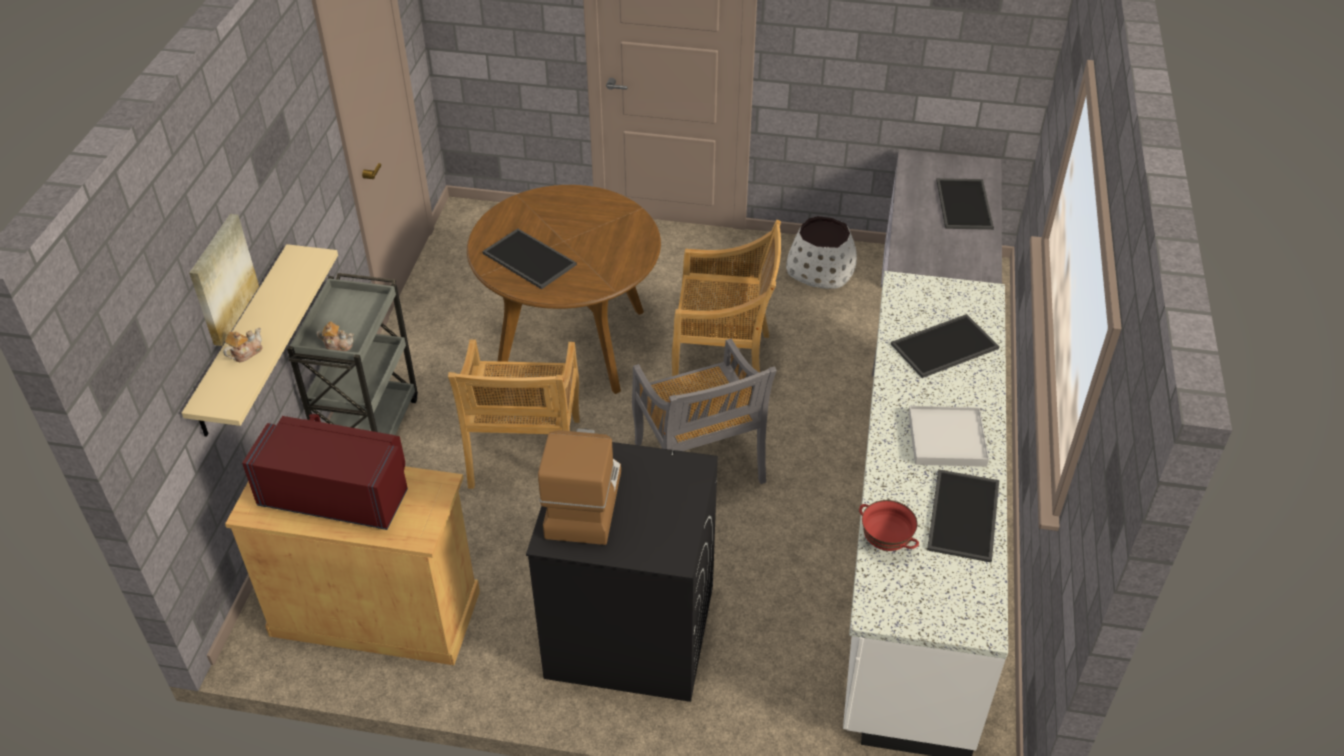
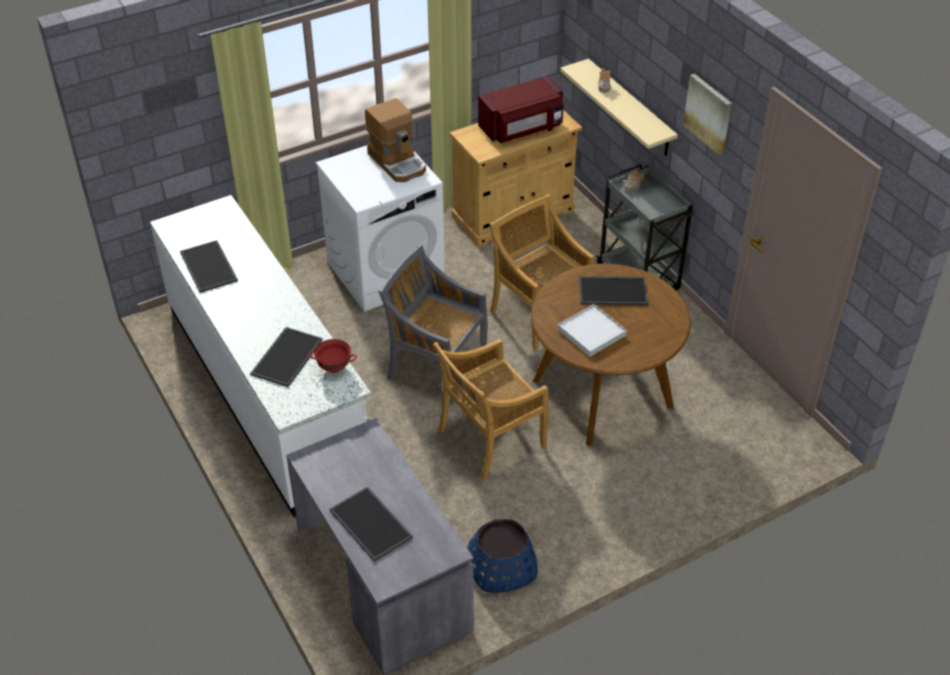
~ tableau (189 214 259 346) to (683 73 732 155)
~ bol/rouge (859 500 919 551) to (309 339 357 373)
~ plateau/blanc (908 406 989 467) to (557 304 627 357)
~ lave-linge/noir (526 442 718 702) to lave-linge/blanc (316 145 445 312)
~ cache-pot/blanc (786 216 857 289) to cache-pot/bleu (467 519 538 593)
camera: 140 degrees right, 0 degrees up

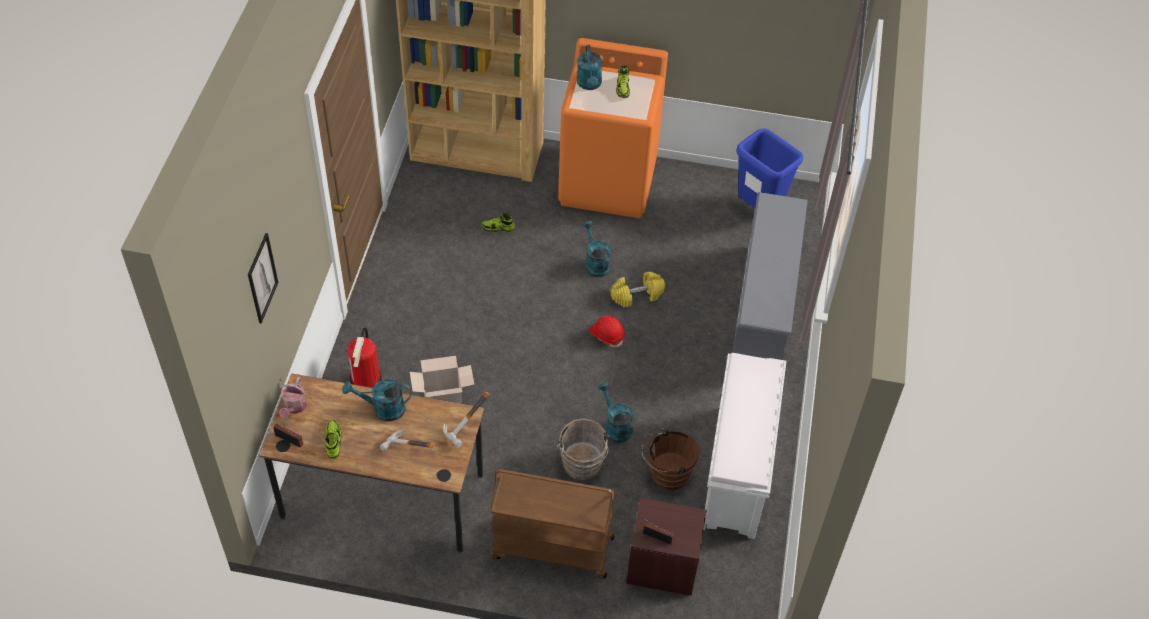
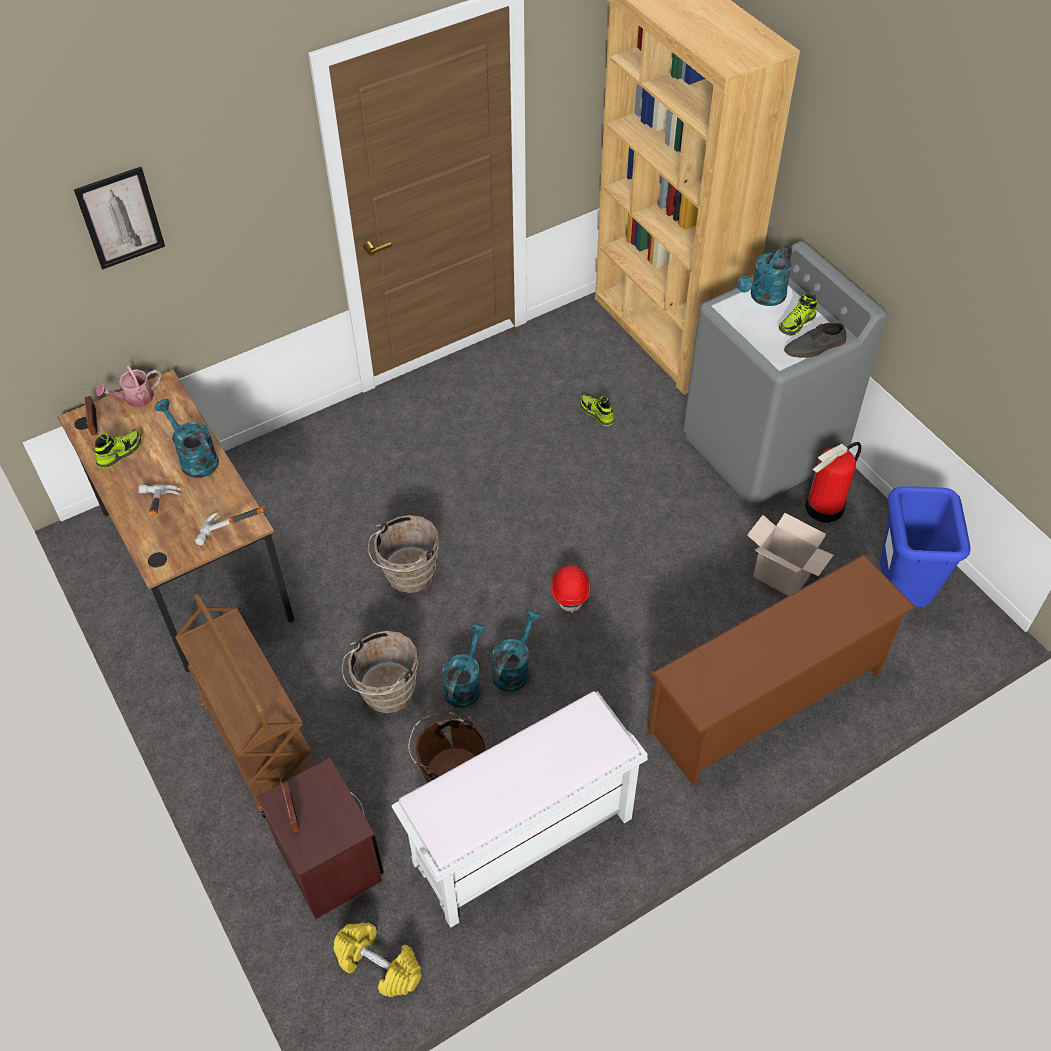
+ seau/marron (368 515 439 593)
+ chaussure/gris (784 323 846 358)
~ extincteur (347 328 382 388) to (805 442 862 523)
~ carton (410 356 475 404) to (747 513 834 596)
~ arrosoir/turquoise (583 221 611 277) to (492 610 540 692)
~ haltère/jaune (610 272 665 307) to (333 923 421 997)
~ lave-linge/orange (558 38 668 218) to lave-linge/gris (683 241 887 507)
~ étagère à chaussures/gris (732 192 808 360) to étagère à chaussures/marron (648 554 915 786)
camera: 50 degrees right, 0 degrees up

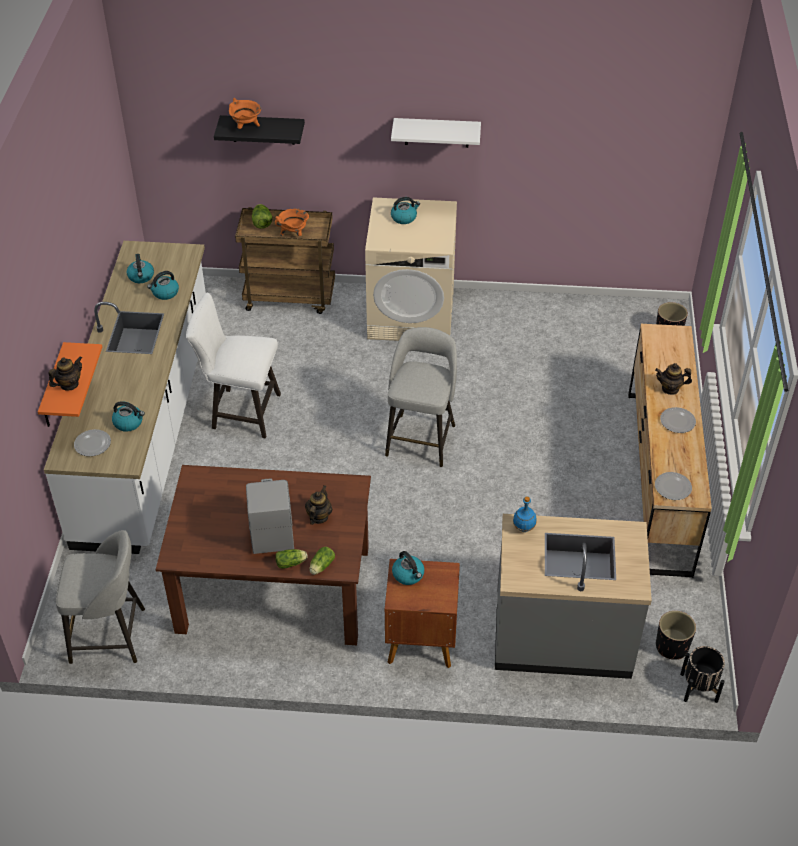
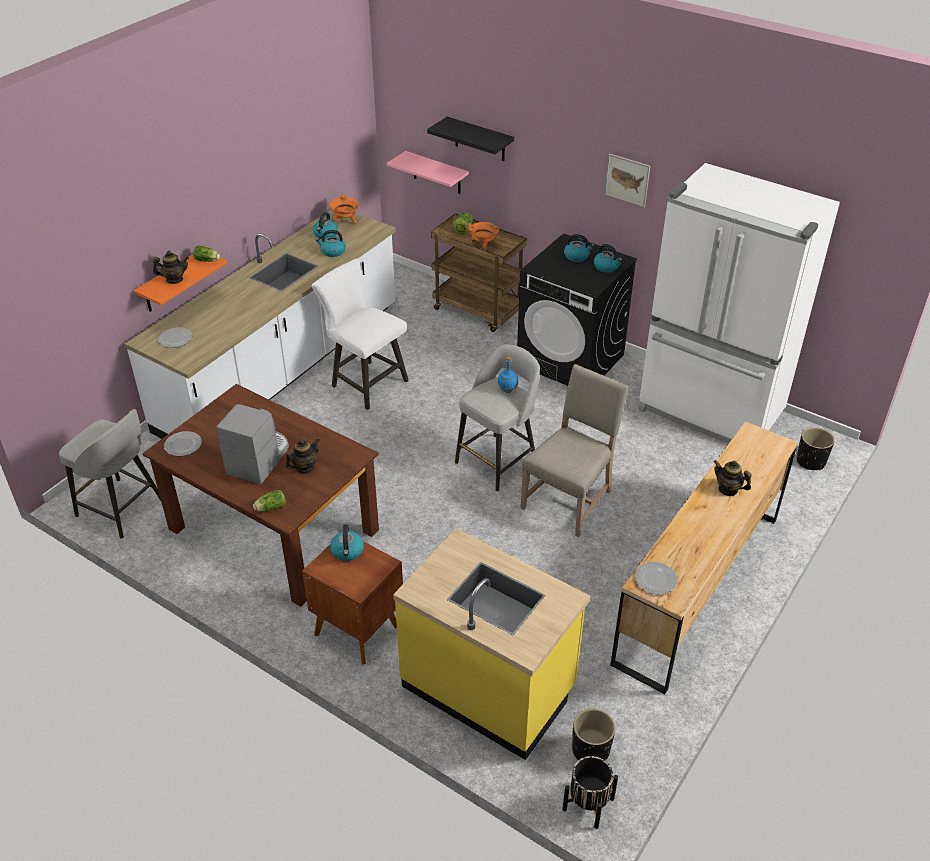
+ étagère/rose (387 151 469 194)
+ chaise/beige (520 364 629 537)
+ réfrigérateur/blanc (638 163 840 444)
~ bouilloire (112 401 145 432) to (594 244 622 273)
~ marmite/orange (229 98 261 129) to (329 194 359 224)
~ laitue (275 549 308 569) to (193 245 220 262)
~ bouteille/bleu (513 496 537 532) to (498 356 518 393)
~ assiette (660 407 696 433) to (164 431 202 456)
~ étagère/blanc (391 118 481 148) to tableau (605 154 650 207)
~ lave-linge/beige (365 197 457 341) to lave-linge/noir (517 233 637 386)
~ comptoir de cuisine/gris (495 514 652 679) to comptoir de cuisine/jaune (393 528 590 760)
camera: 30 degrees right, 5 degrees down

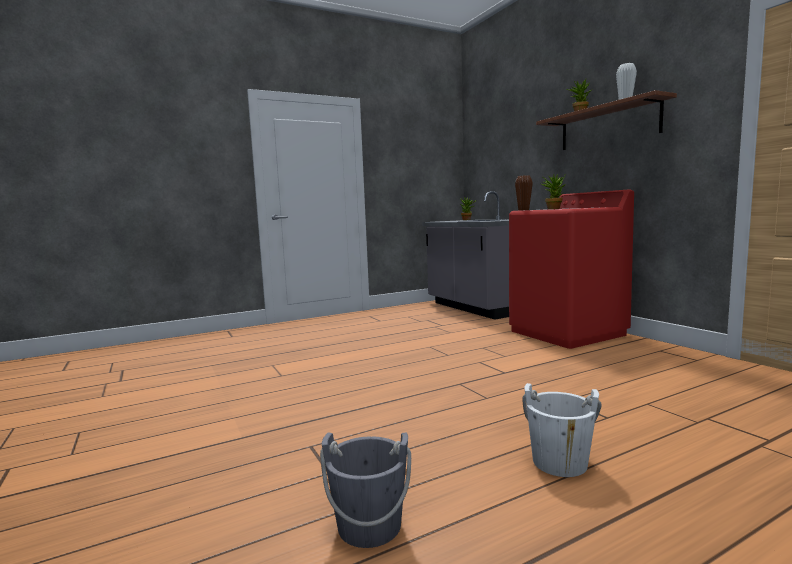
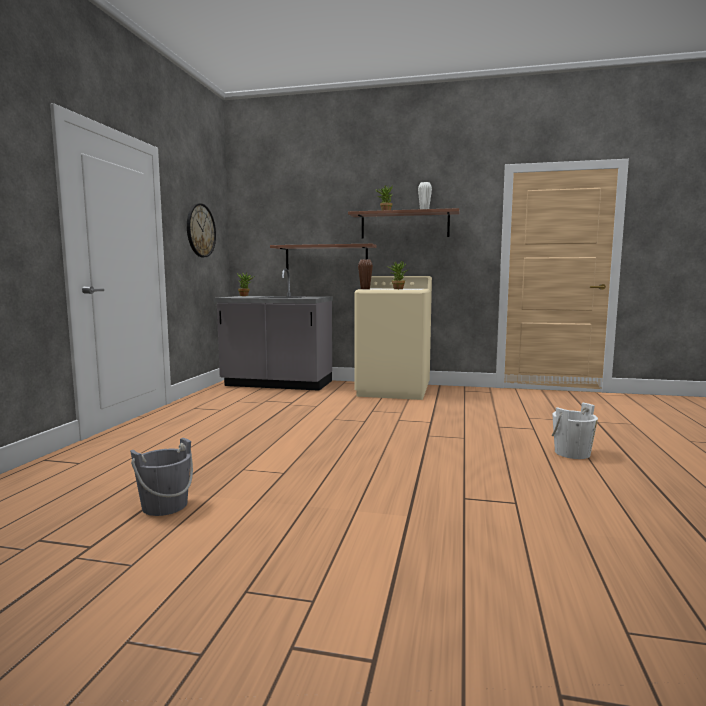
+ horloge murale (187 203 216 257)
+ étagère (270 244 377 269)
~ seau/gris (320 432 411 548) to (130 438 193 516)
~ lave-linge/rouge (509 190 634 349) to lave-linge/beige (354 276 432 400)
camera: 50 degrees left, 0 degrees up

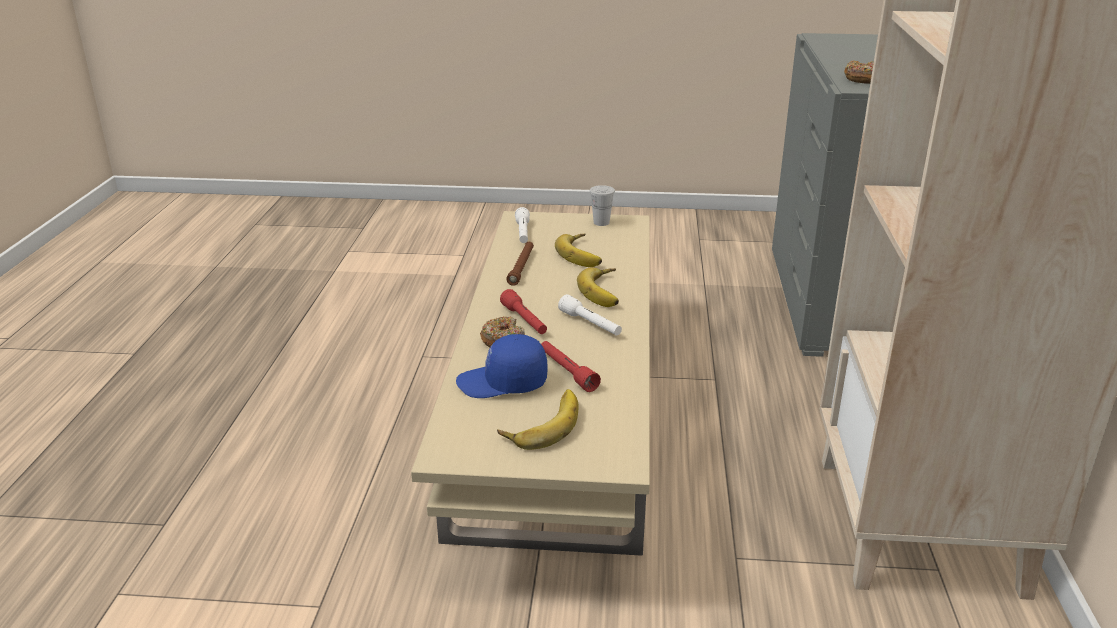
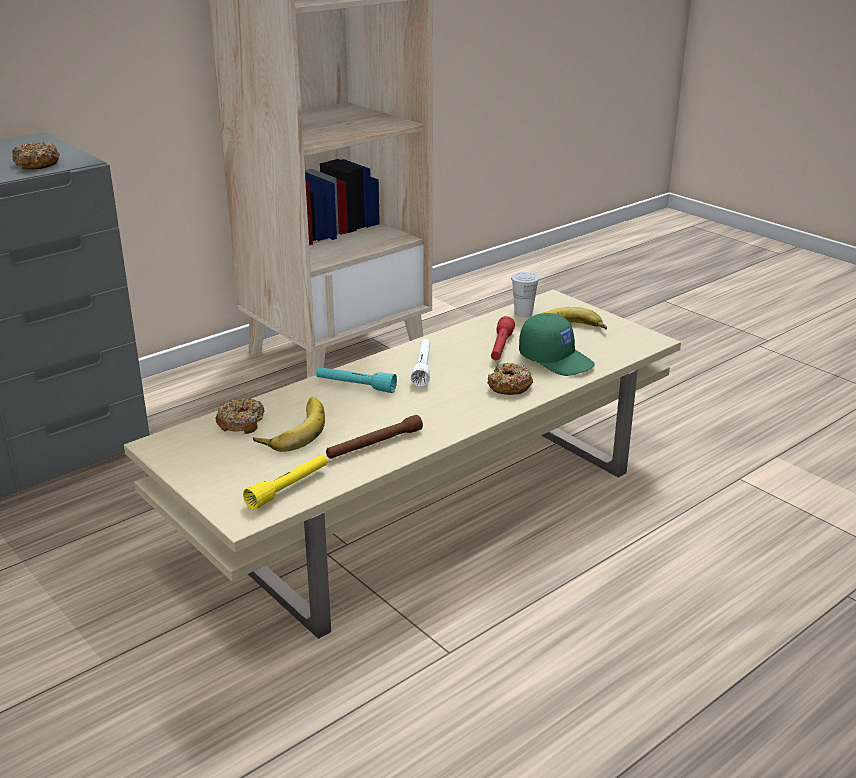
- lampe de poche/rouge (500 289 547 334)
+ beignet (216 398 265 434)
~ tasse/blanc (590 185 615 226) to (511 272 539 317)
~ banane (577 267 619 307) to lampe de poche/turquoise (316 367 397 393)
~ casquette/bleu (456 334 548 398) to casquette/vert (519 313 595 376)
~ lampe de poche/blanc (515 207 530 243) to lampe de poche/jaune (243 455 327 510)
camera: 135 degrees left, 0 degrees up

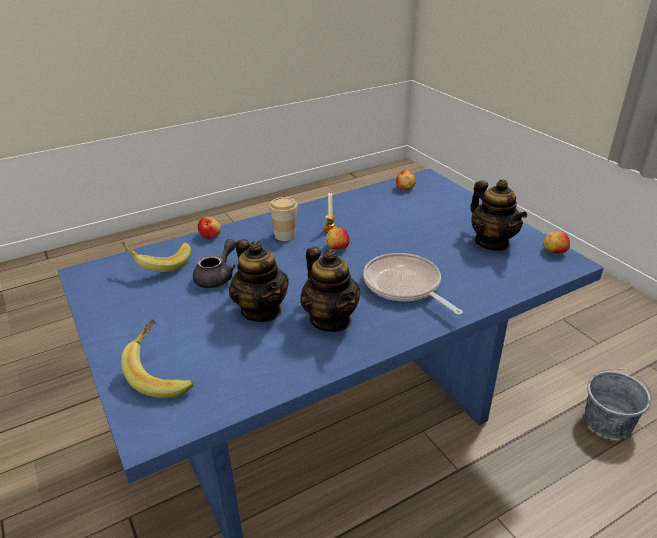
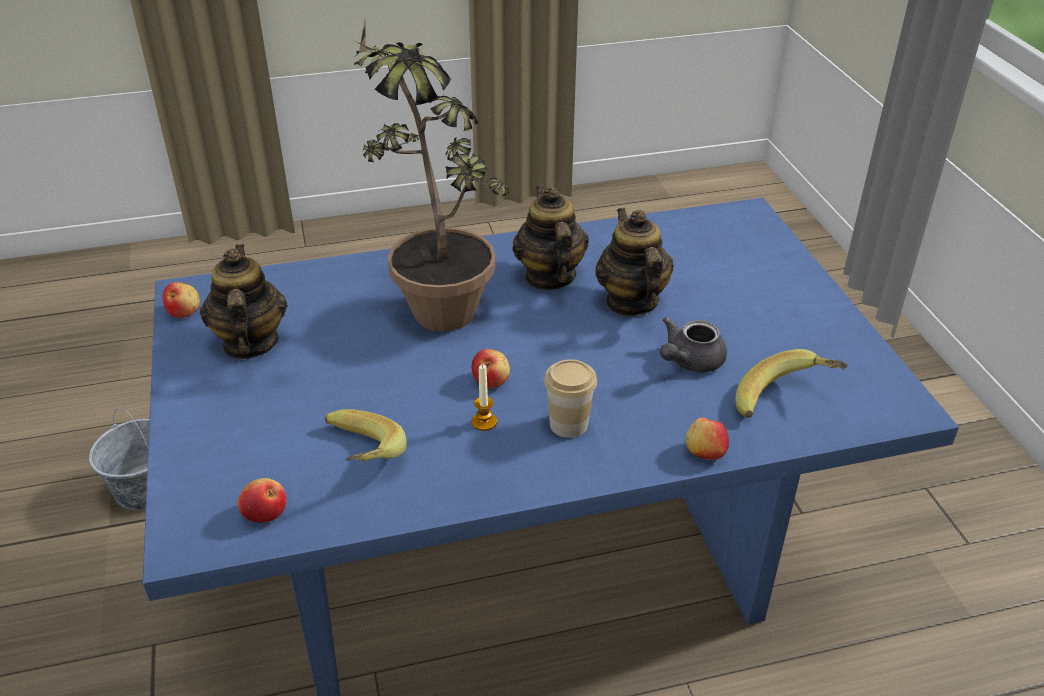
~ banane (121 319 193 398) to (324 409 407 462)
~ poêle (363 253 463 315) to plante en pot (352 21 509 332)
camera: 165 degrees left, 5 degrees up

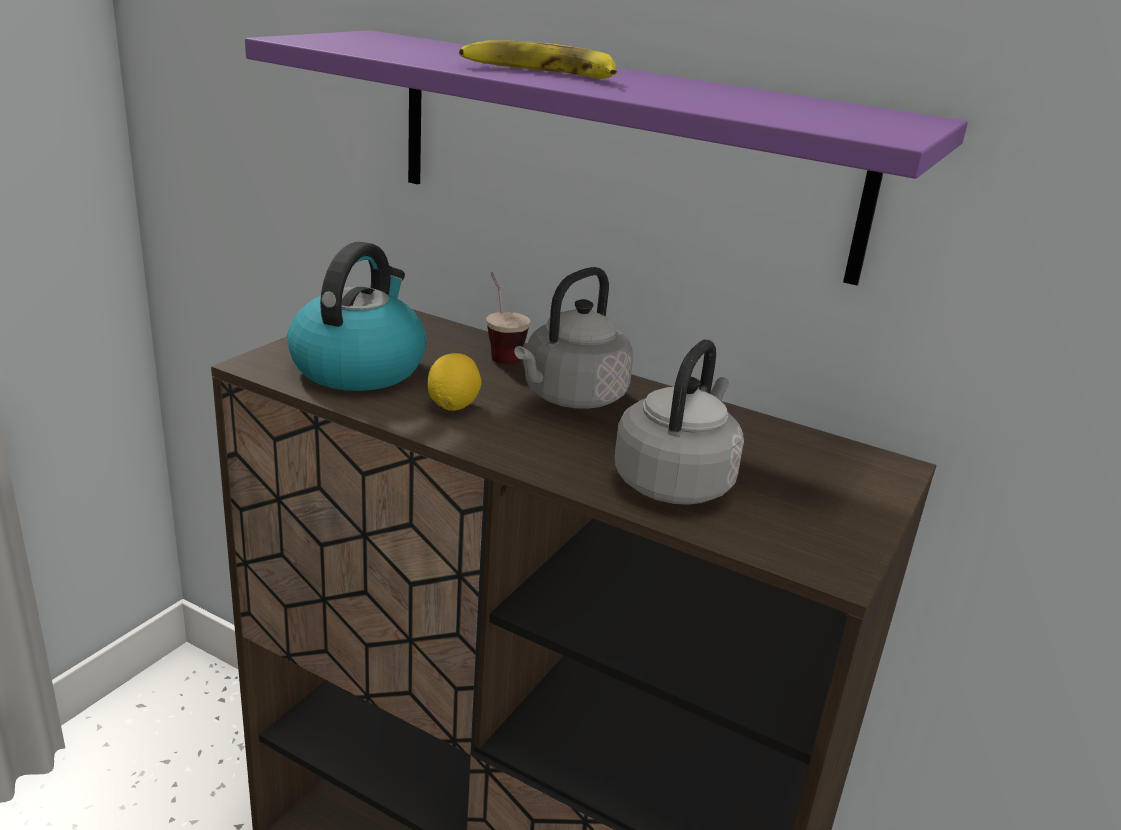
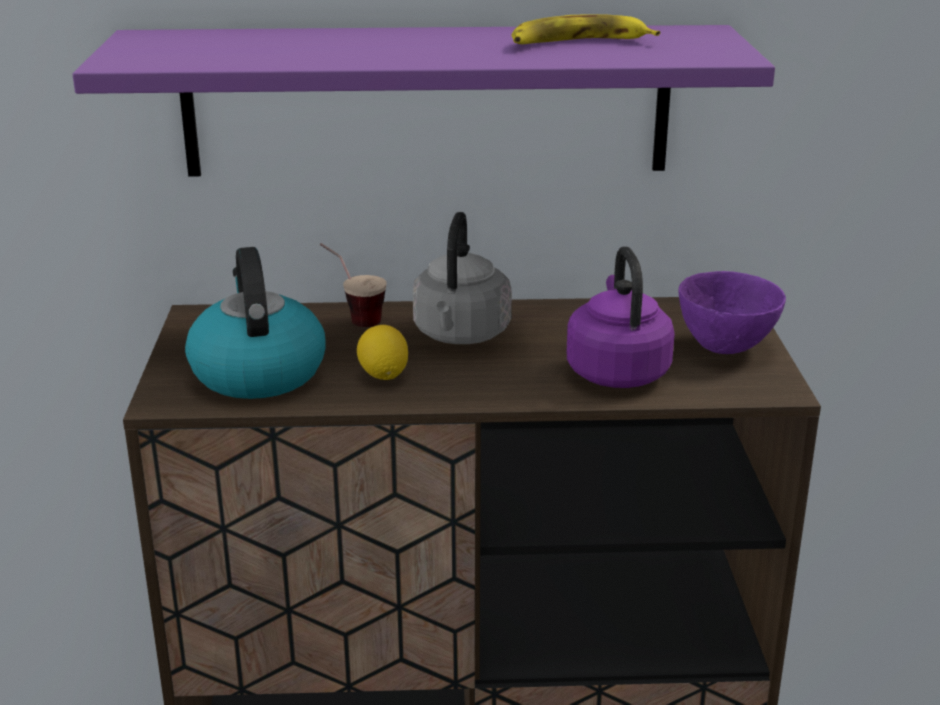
+ bol/violet (678 271 786 354)
~ banane (459 40 617 79) to (512 14 660 44)
~ bouilloire/gris (614 339 744 505) to bouilloire/violet (567 246 675 388)
camera: 30 degrees left, 0 degrees up

